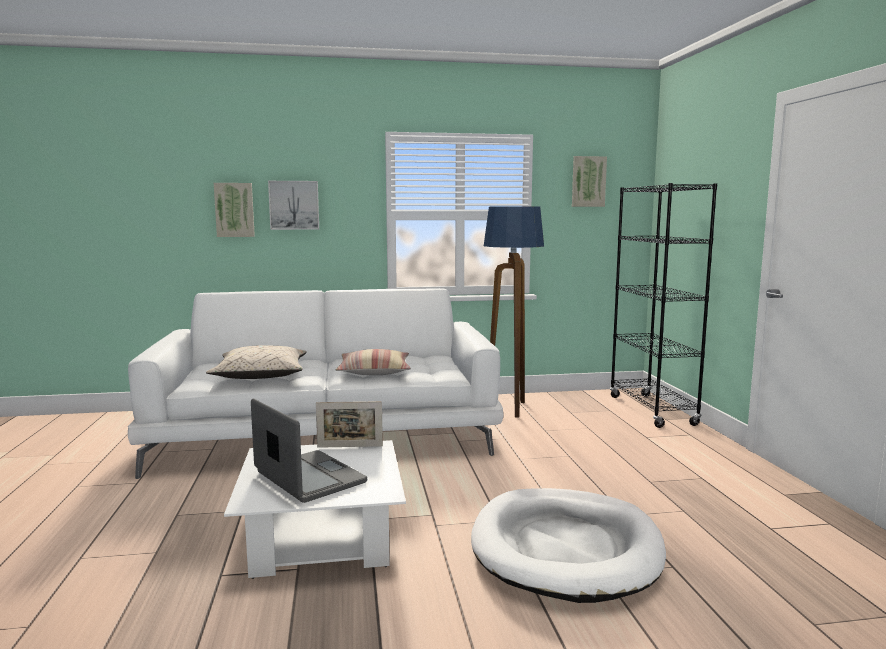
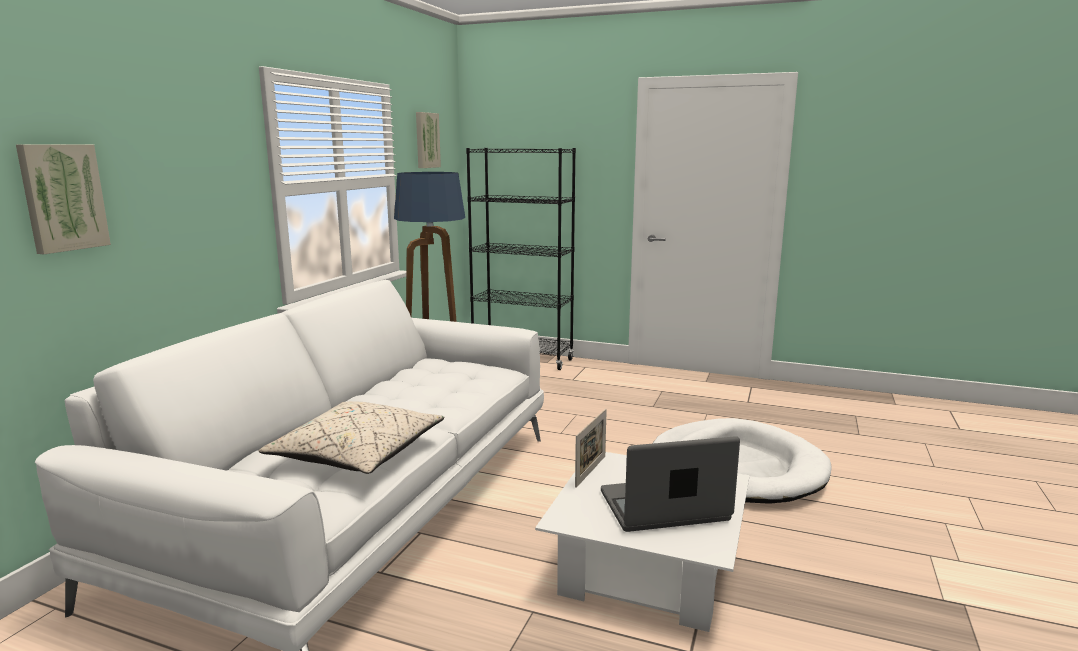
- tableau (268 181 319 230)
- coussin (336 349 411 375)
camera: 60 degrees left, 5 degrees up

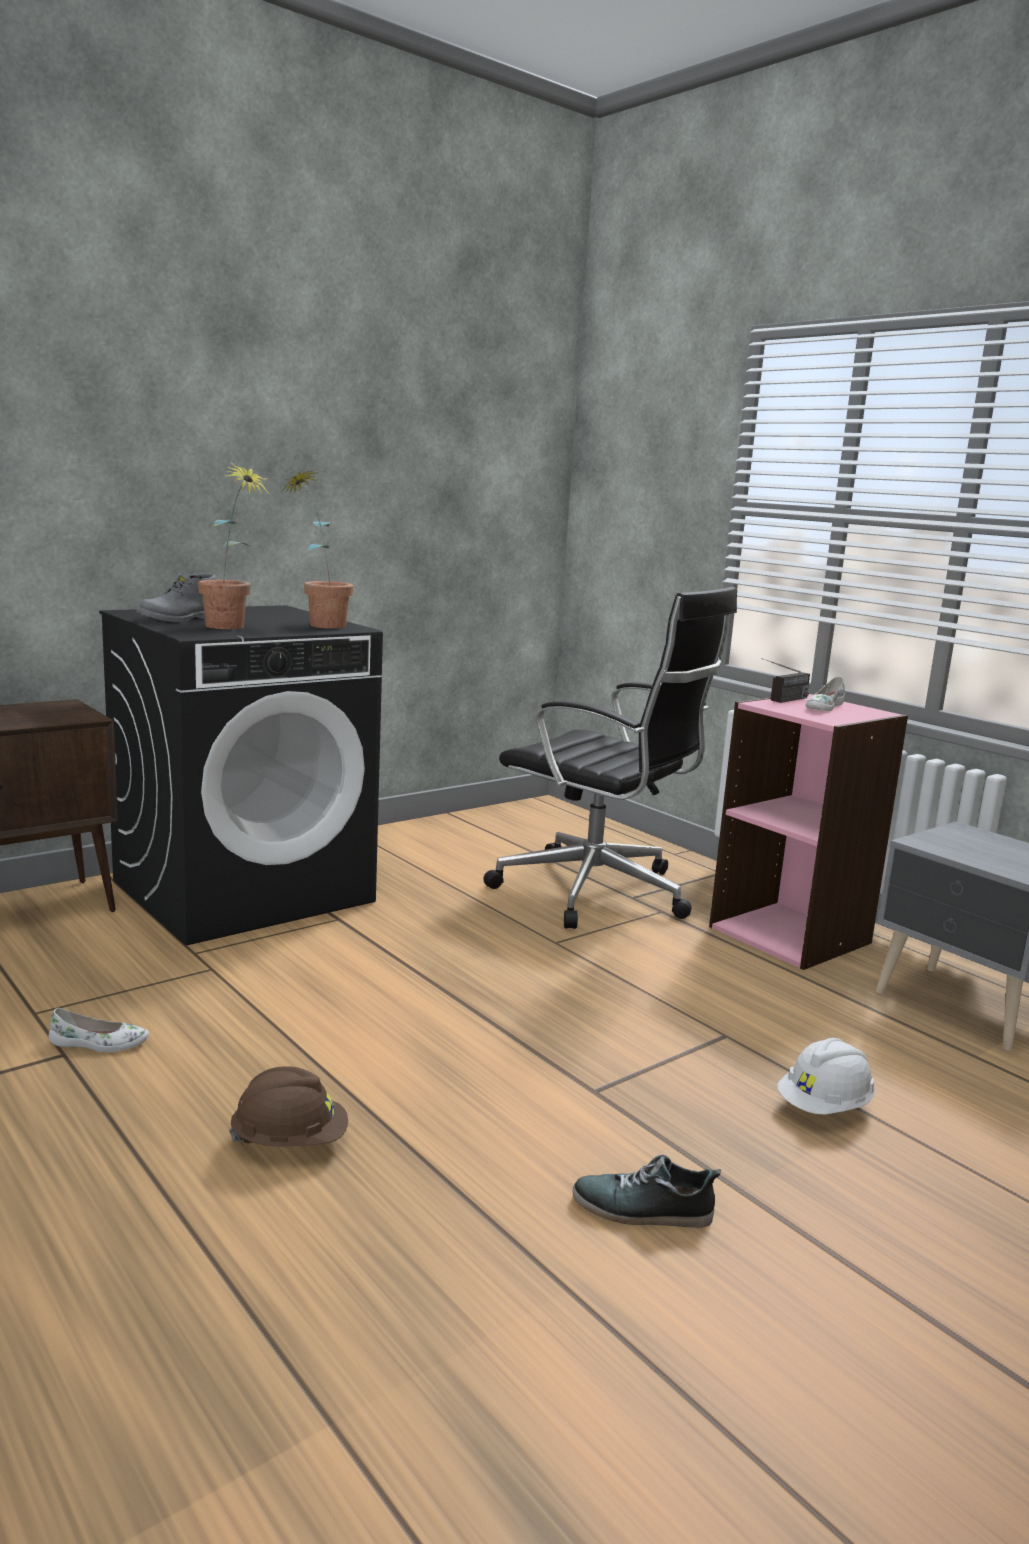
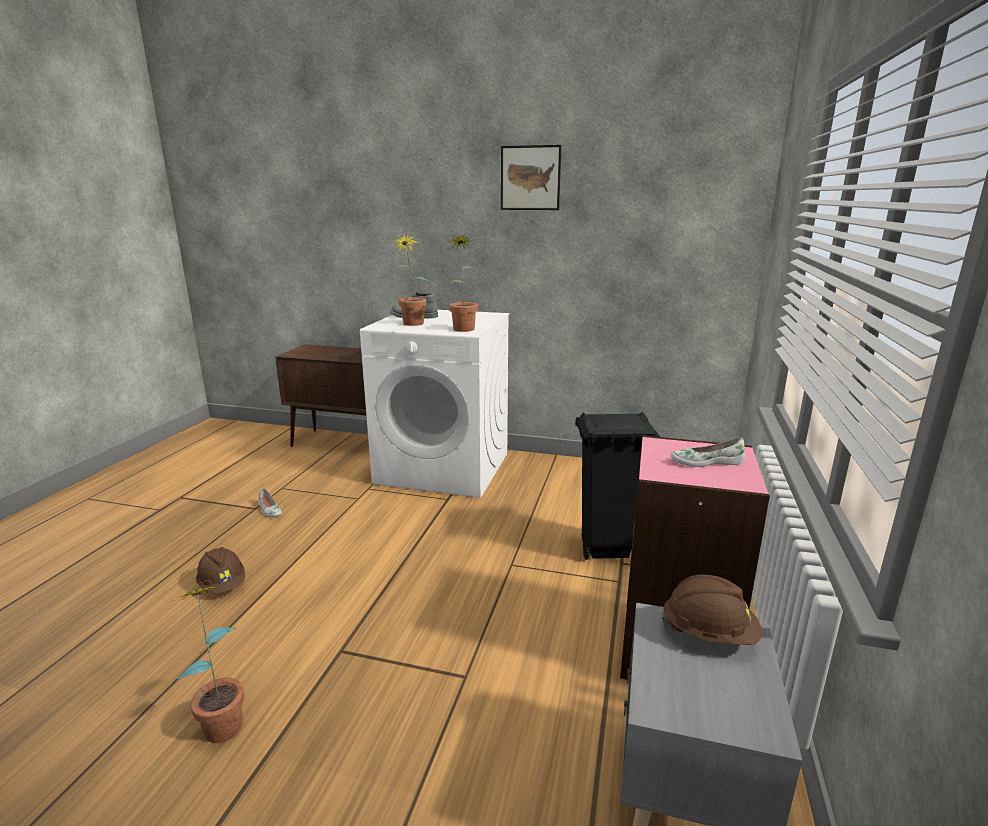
- radio (761 658 810 703)
- casque de chantier/blanc (777 1038 875 1115)
+ tableau (501 145 561 210)
+ casque de chantier/marron (661 574 762 645)
~ chaise de bureau/noir (483 587 737 929) to poubelle/noir (575 412 660 560)
~ chaussure (573 1155 721 1228) to plante en pot (173 586 245 743)
~ lave-linge/noir (99 605 383 946) to lave-linge/blanc (360 310 509 498)
camera: 55 degrees right, 5 degrees up

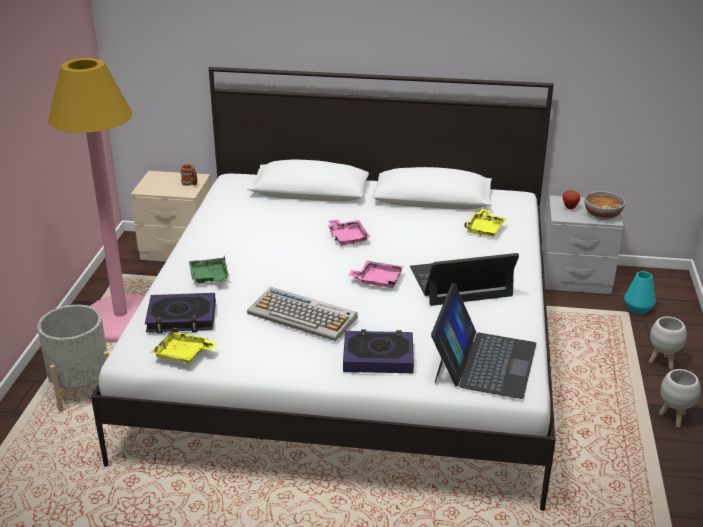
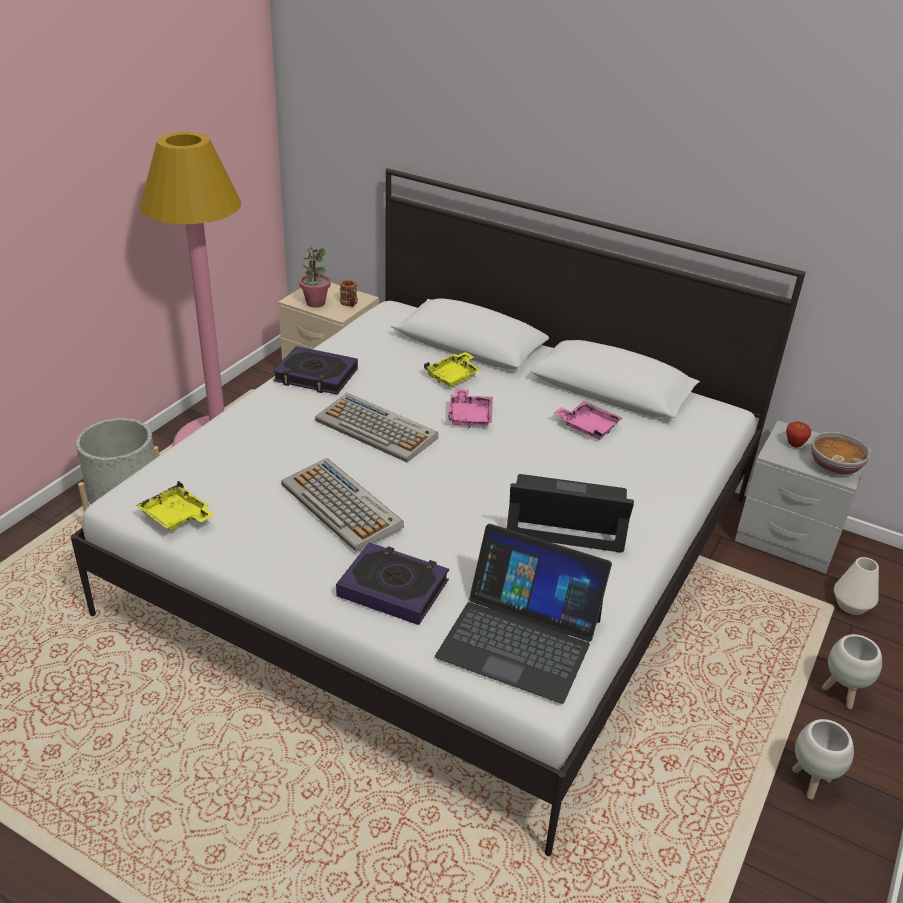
- plateau/vert (189 256 229 283)
+ plante en pot (299 247 331 308)
+ clavier (315 393 438 462)
~ livre (145 293 216 334) to (273 346 358 395)
~ plateau/rose (348 261 403 288) to (554 401 622 440)
~ plateau/jaune (464 209 507 237) to (424 352 482 387)
~ vase/turquoise (624 271 656 314) to vase/blanc (834 557 879 615)
~ ordinateur portable (431 283 537 399) = (435 524 612 704) 75 degrees clockwise
camera: 20 degrees right, 5 degrees up

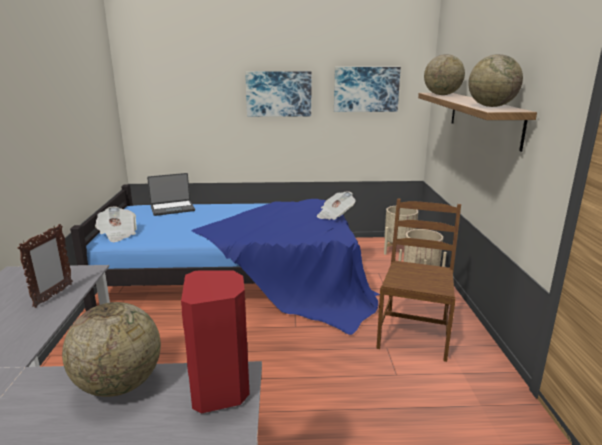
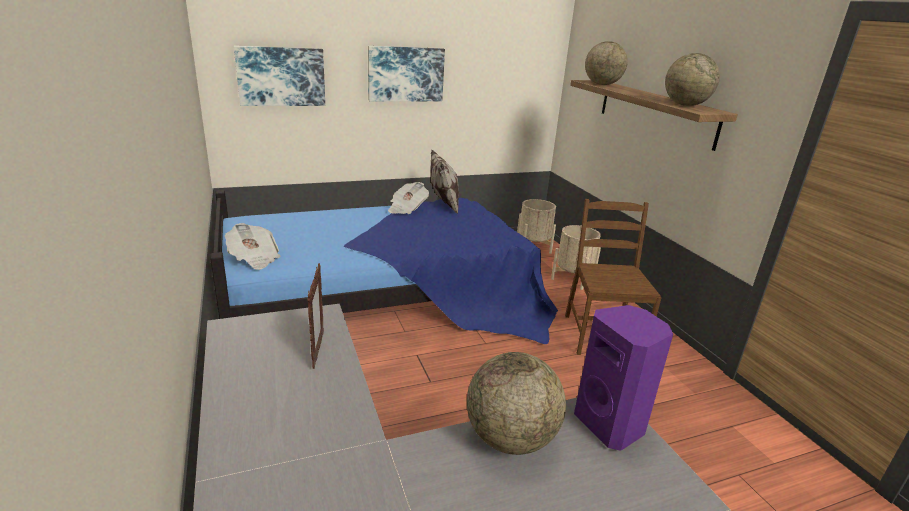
- ordinateur portable (147 173 195 216)
+ coussin (431 150 459 214)
~ journal (317 191 355 220) to (388 182 429 214)
~ tableau (334 67 401 112) to (234 46 325 106)
~ enceinte/rouge (181 270 250 413) to enceinte/violet (574 305 673 451)
camera: 20 degrees left, 5 degrees up

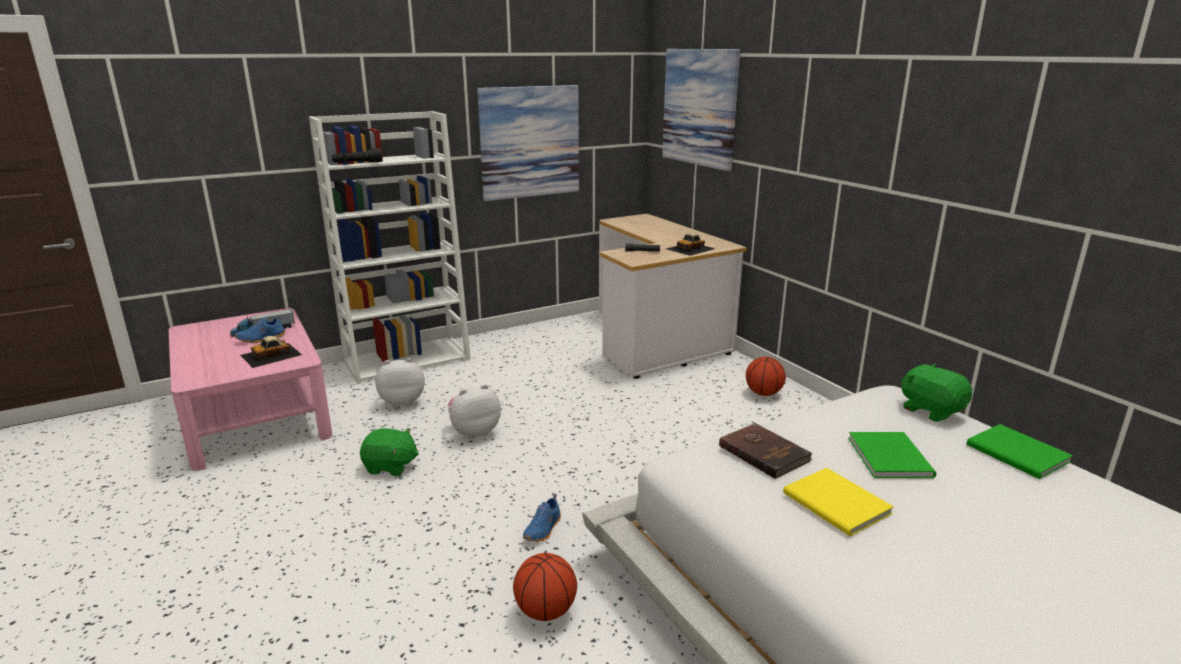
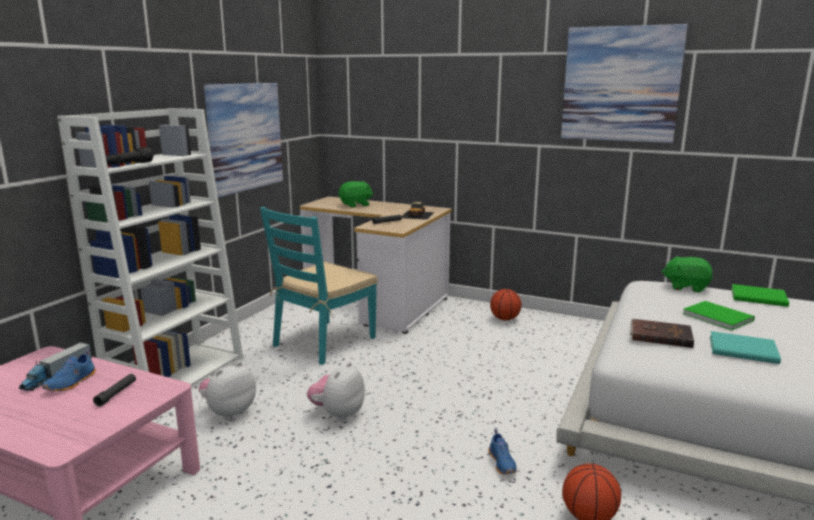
+ chaise/turquoise (260 207 378 365)
~ peluche/vert (360 428 419 476) to (339 181 373 207)
~ tableau (662 49 740 171) to (561 24 688 143)
~ petite voiture (240 336 302 368) to lampe de poche/noir (93 374 136 407)
~ livre/jaune (783 468 894 536) to livre/turquoise (710 331 781 364)
camera: 35 degrees left, 5 degrees down

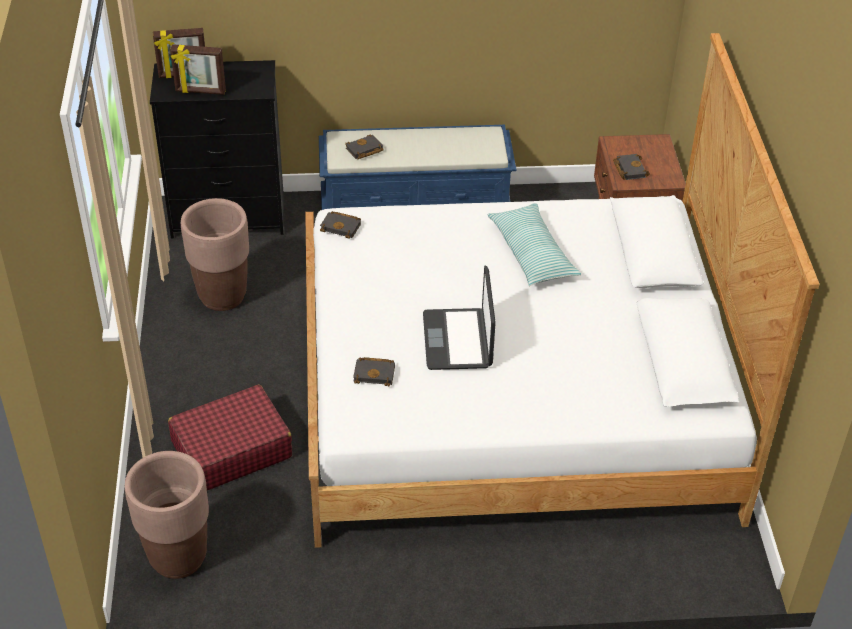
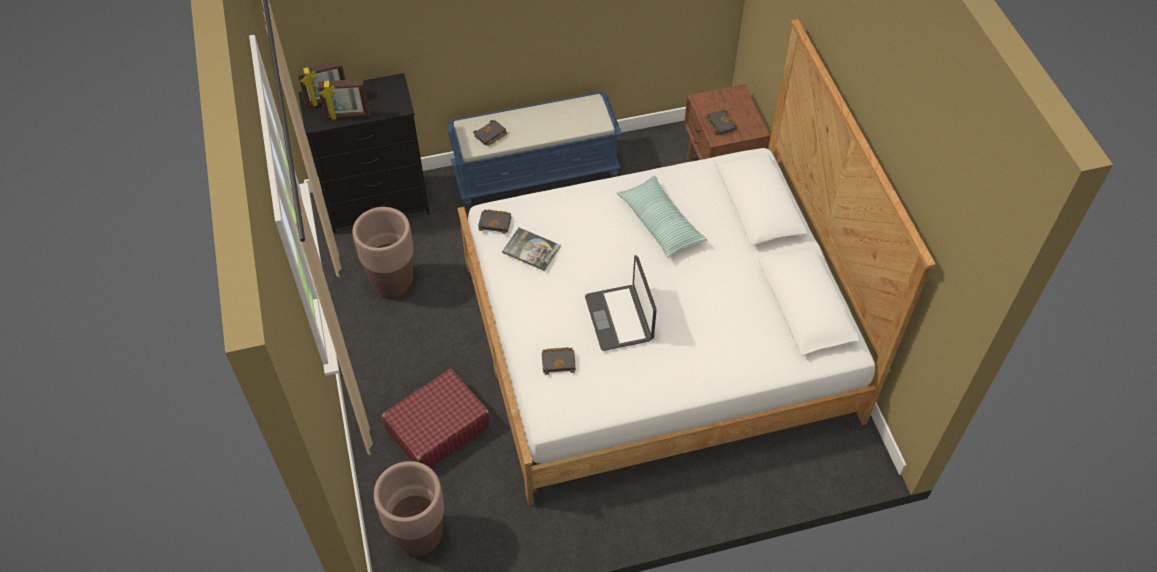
+ livre (502 228 561 271)
camera: 10 degrees left, 10 degrees up

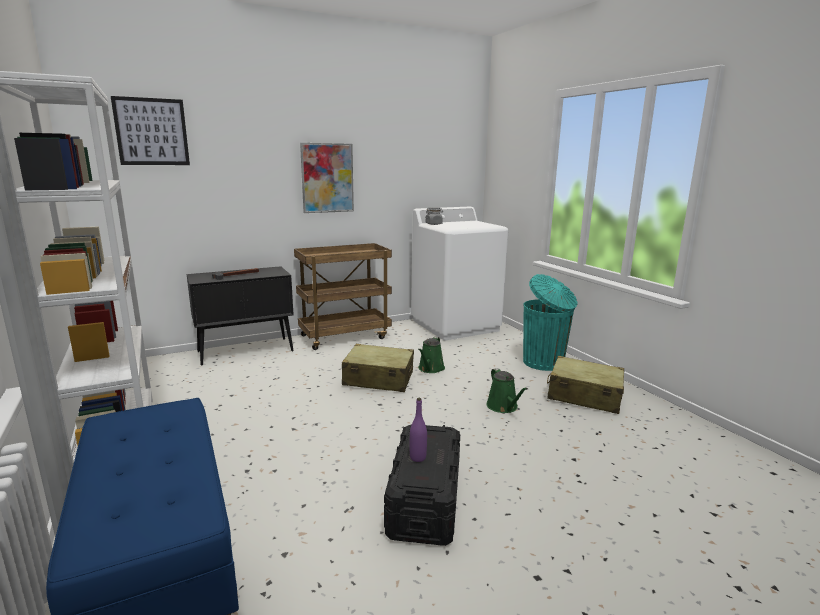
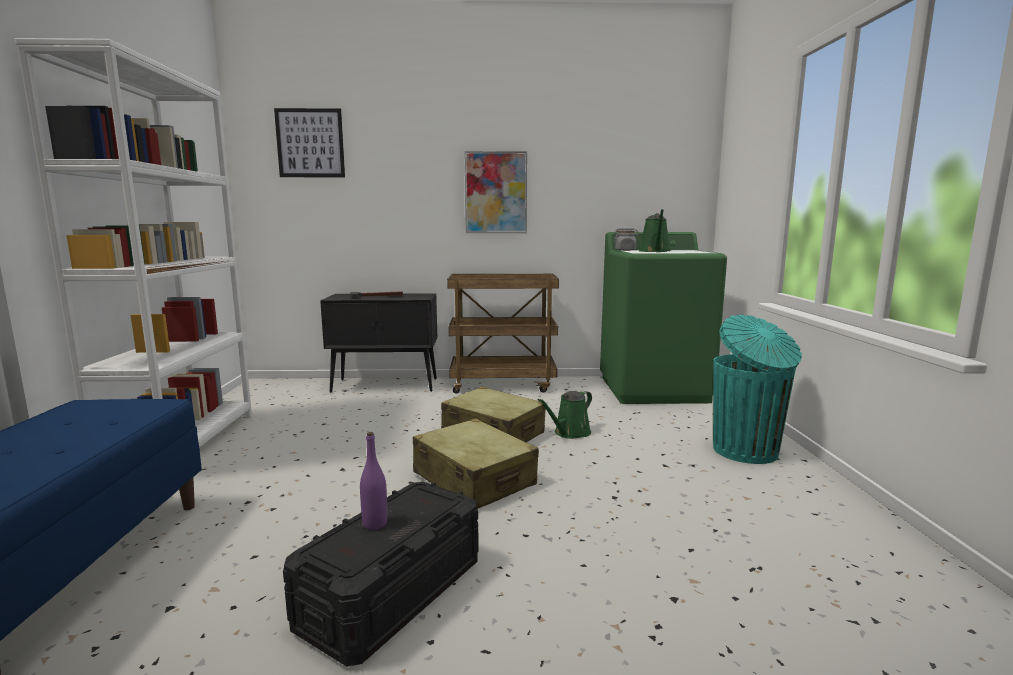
~ arrosoir/vert (487 368 528 413) to (639 209 671 252)
~ valise/beige (547 356 624 414) to (413 418 539 508)
~ lave-linge/blanc (411 207 509 340) to lave-linge/vert (600 232 727 404)
camera: 25 degrees right, 5 degrees down

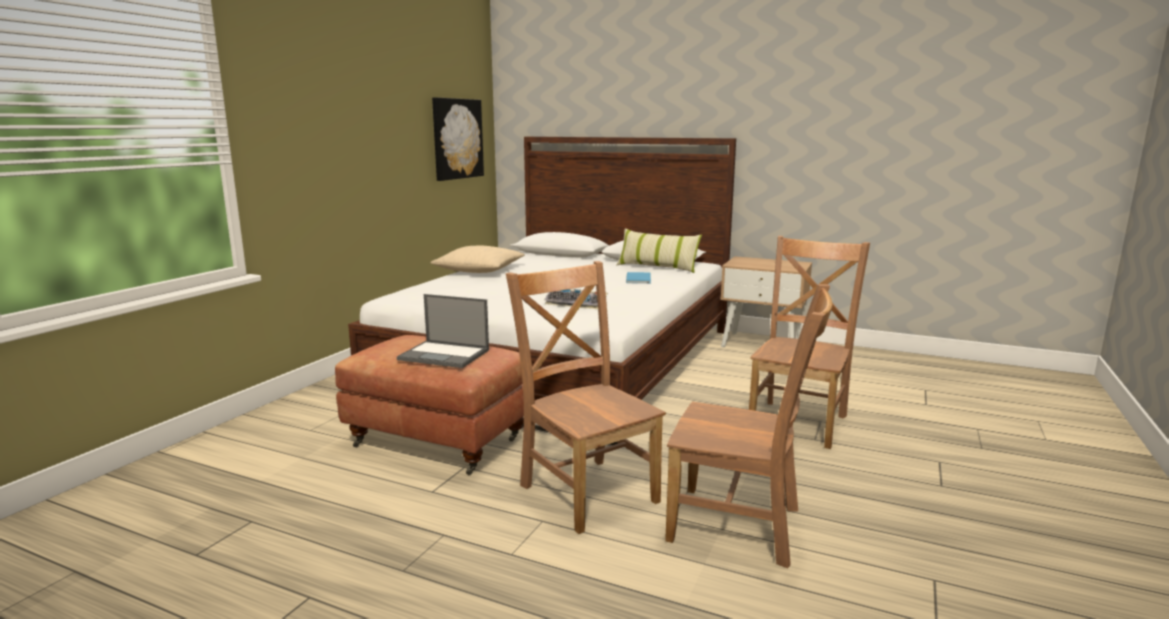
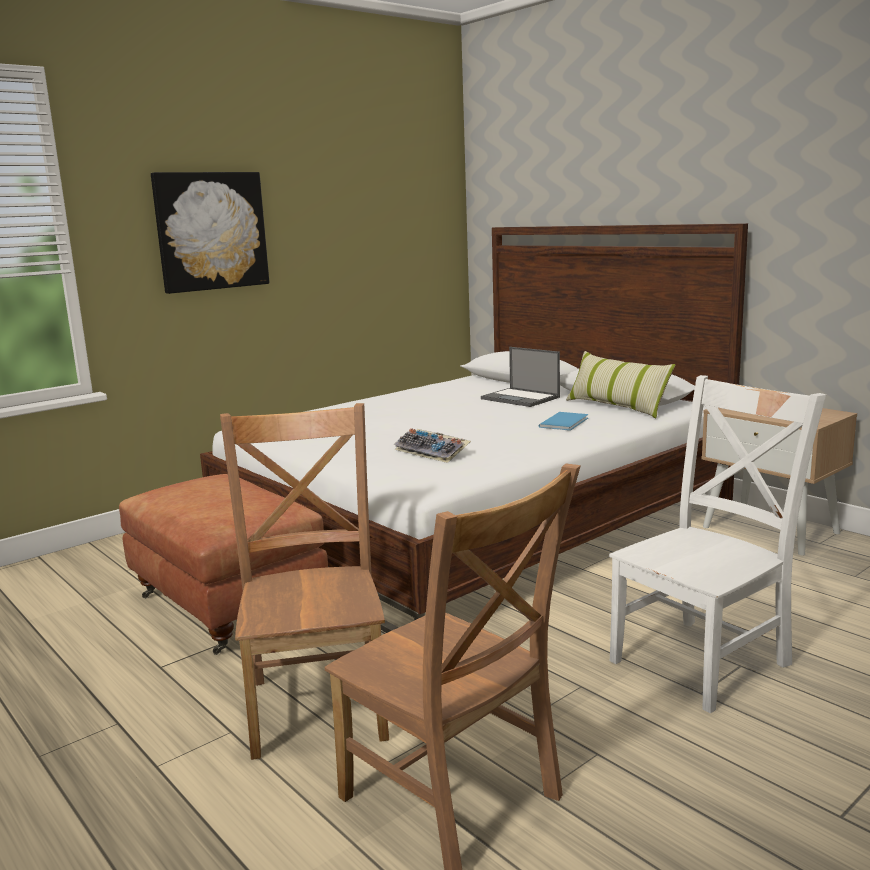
- coussin/beige (430 246 525 273)
~ ordinateur portable (397 294 489 368) to (481 347 560 407)
~ tableau (432 97 484 181) to (151 172 269 294)
~ chaise/marron (749 236 870 449) to chaise/blanc (609 375 826 713)
camera: 25 degrees right, 0 degrees up

